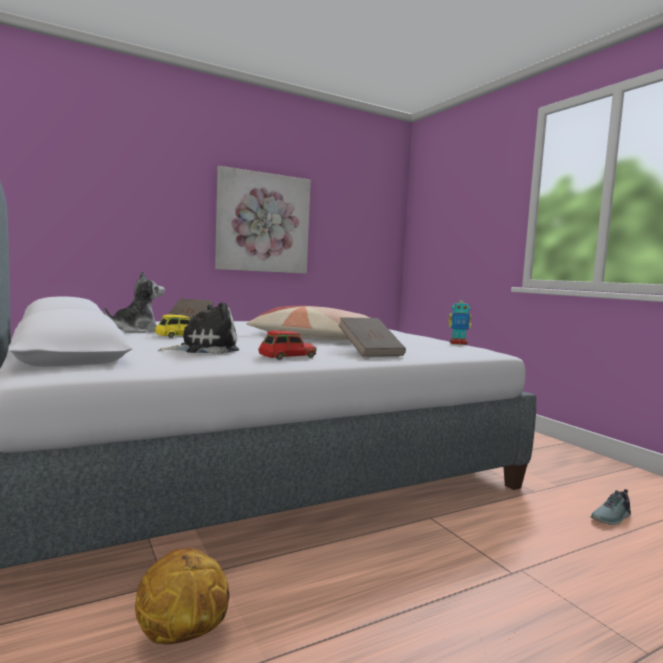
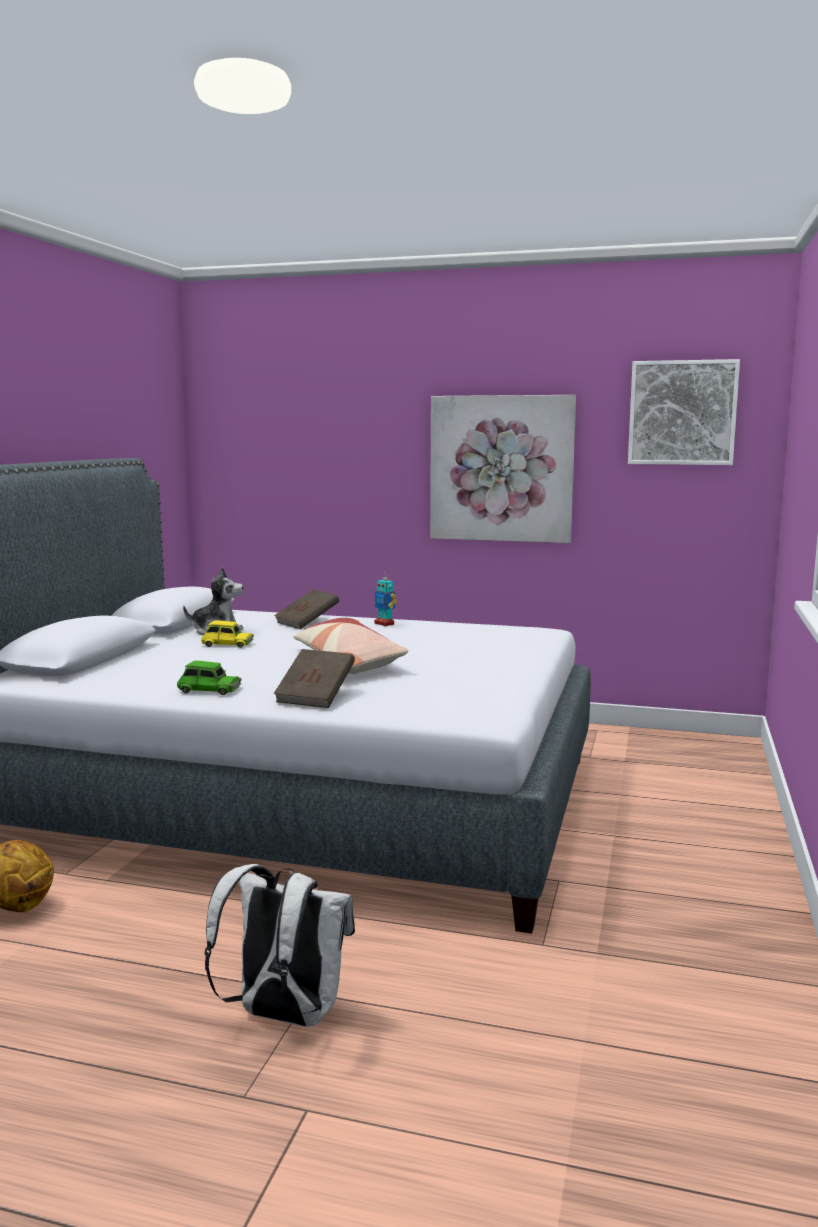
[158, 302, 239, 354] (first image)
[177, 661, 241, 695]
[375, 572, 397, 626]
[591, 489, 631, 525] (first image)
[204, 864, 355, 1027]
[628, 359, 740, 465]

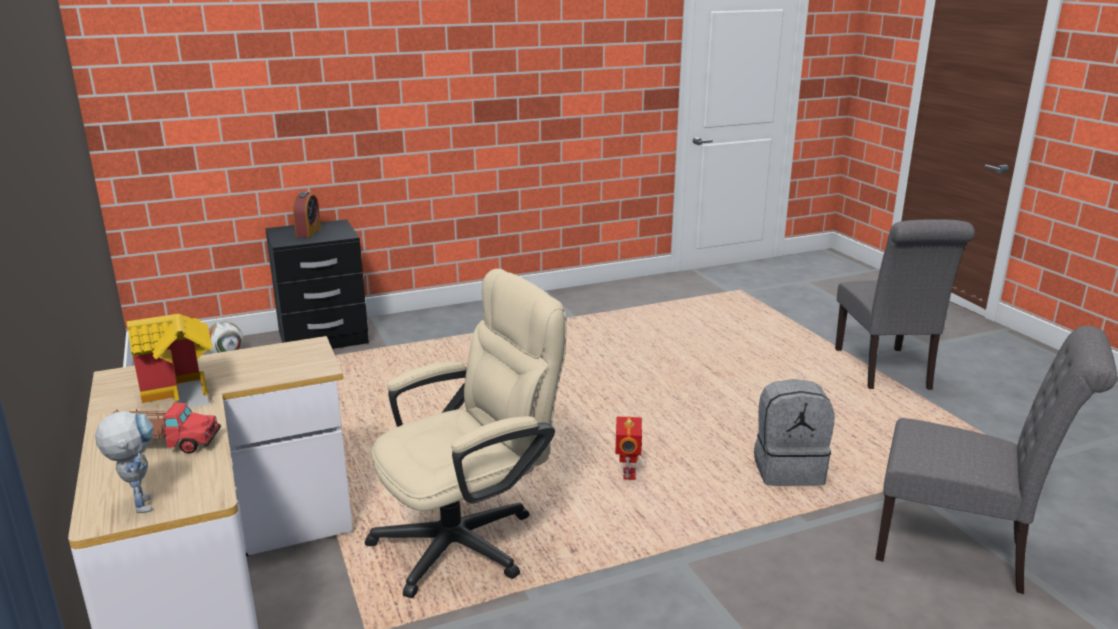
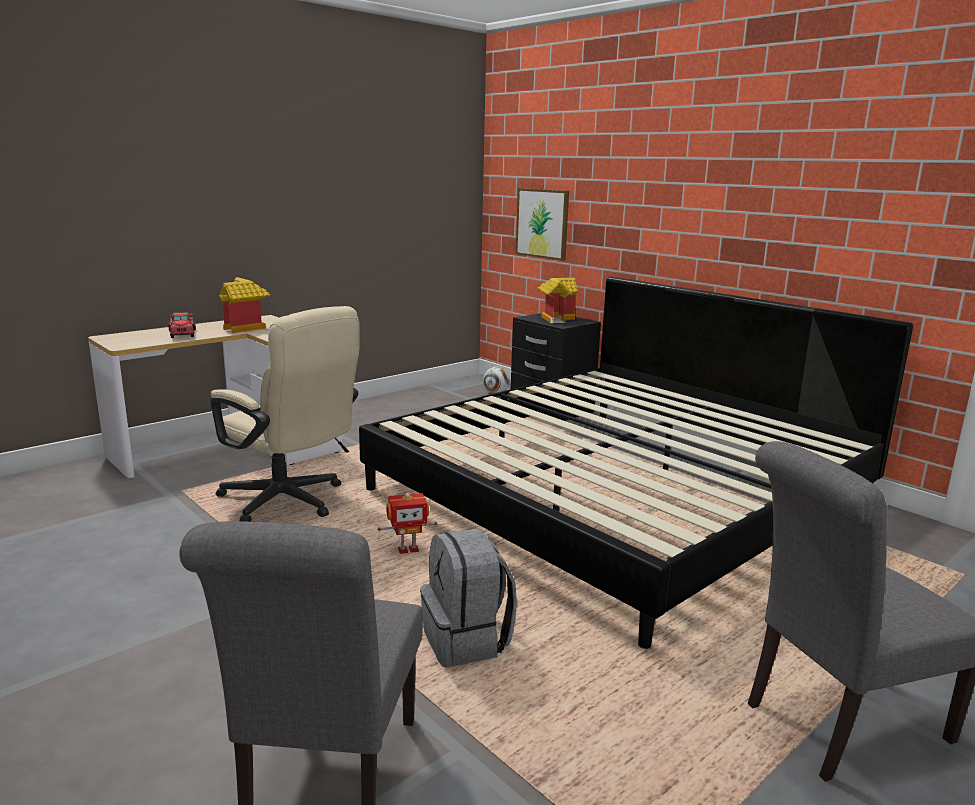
[95, 411, 154, 513] (first image)
[537, 278, 578, 323]
[359, 276, 913, 649]
[516, 188, 569, 261]

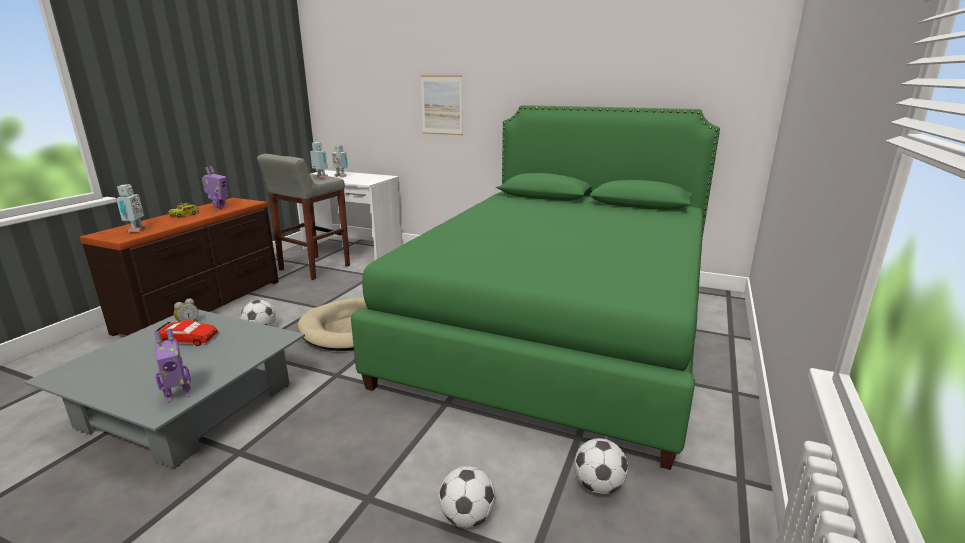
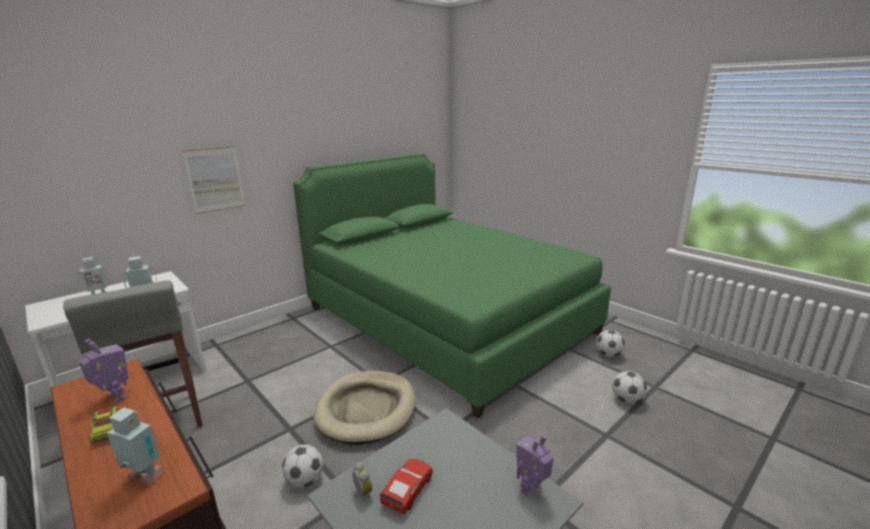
[516, 435, 553, 498]

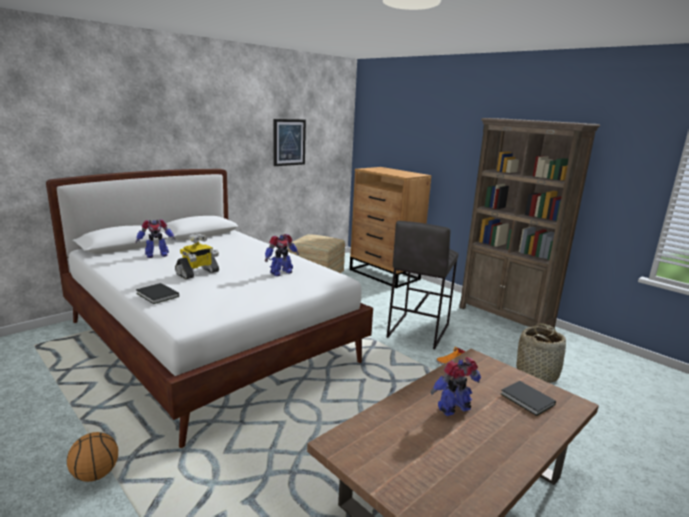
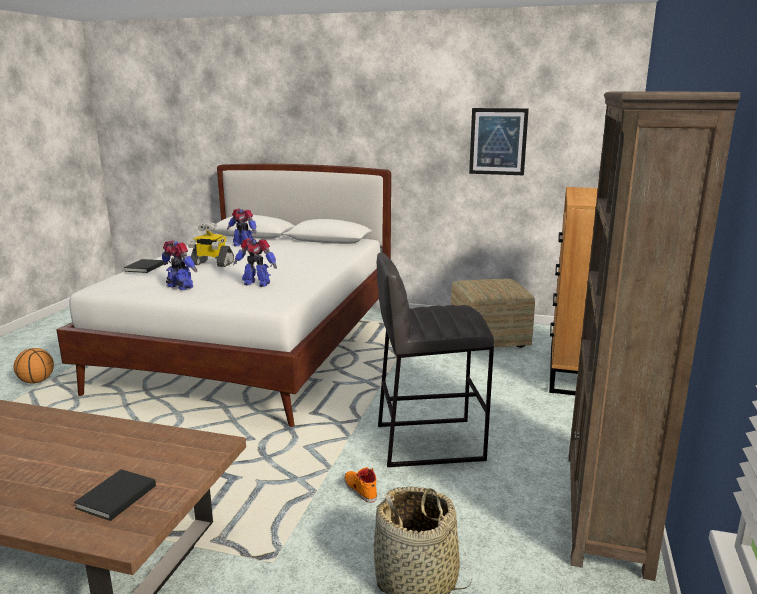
[162, 240, 197, 290]

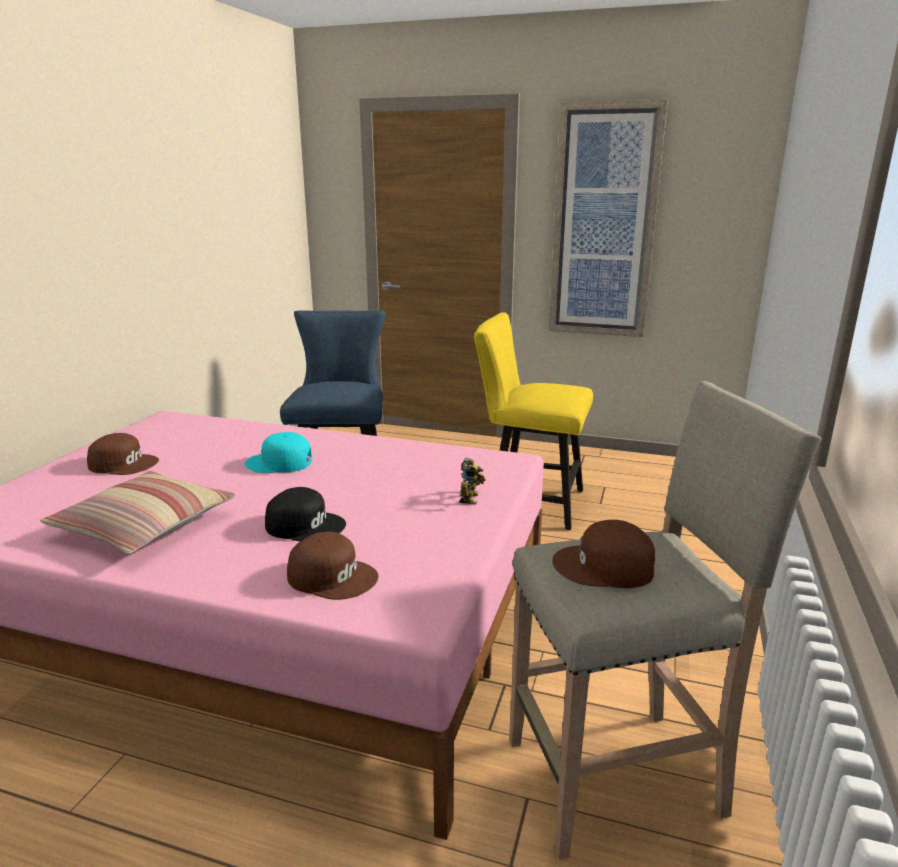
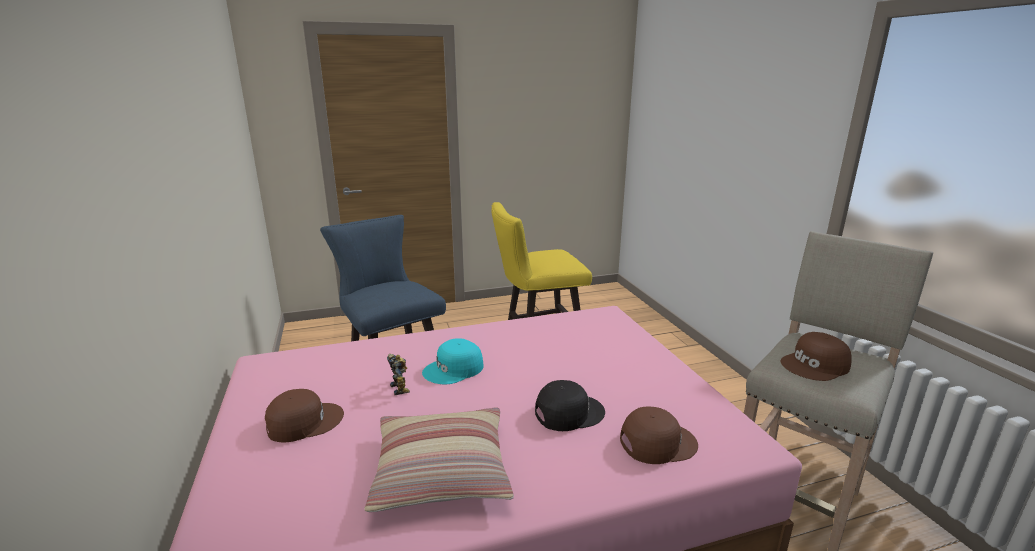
[387, 354, 410, 395]
[549, 100, 668, 337] (first image)

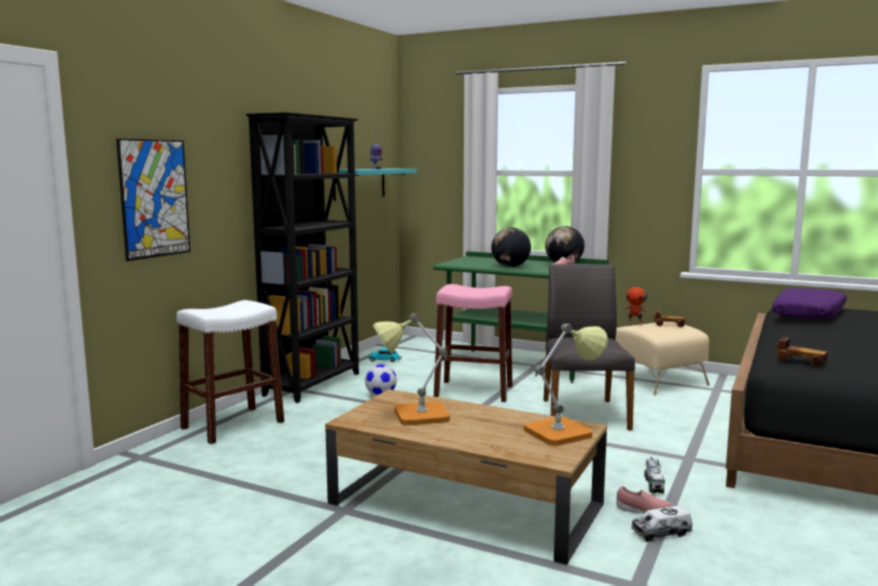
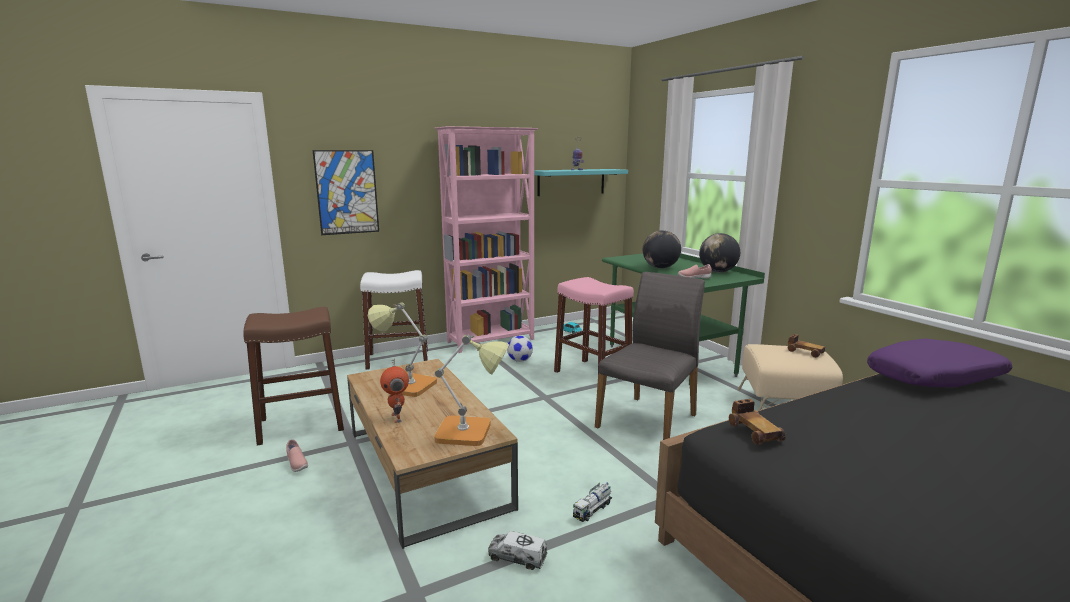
[435, 126, 538, 353]
[286, 439, 308, 472]
[380, 358, 409, 423]
[243, 307, 344, 445]

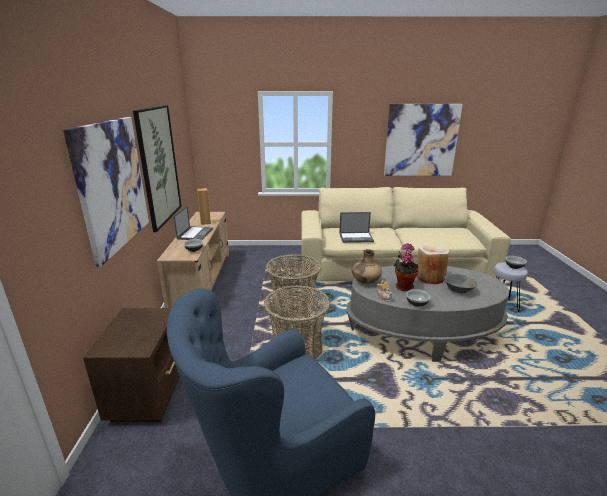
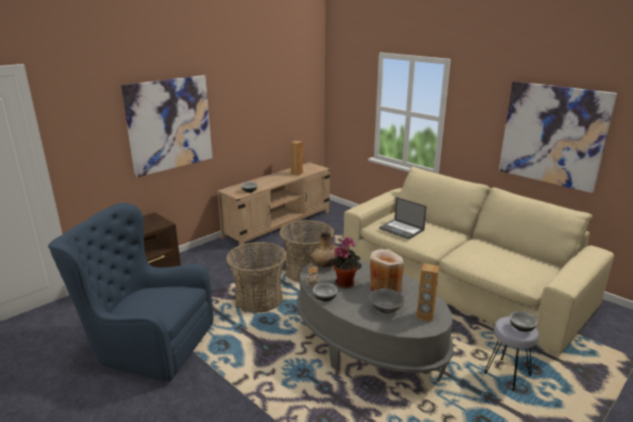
[133, 105, 182, 232] (first image)
[174, 206, 213, 240] (first image)
[416, 263, 439, 322]

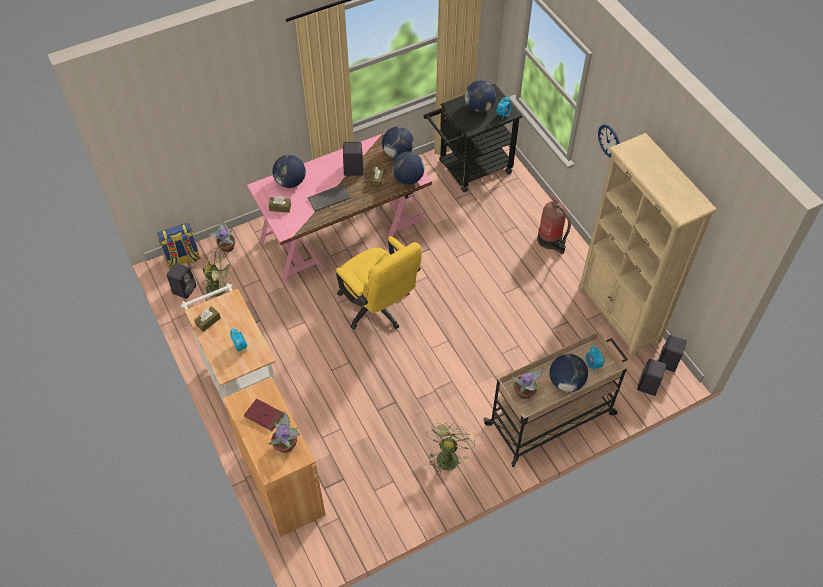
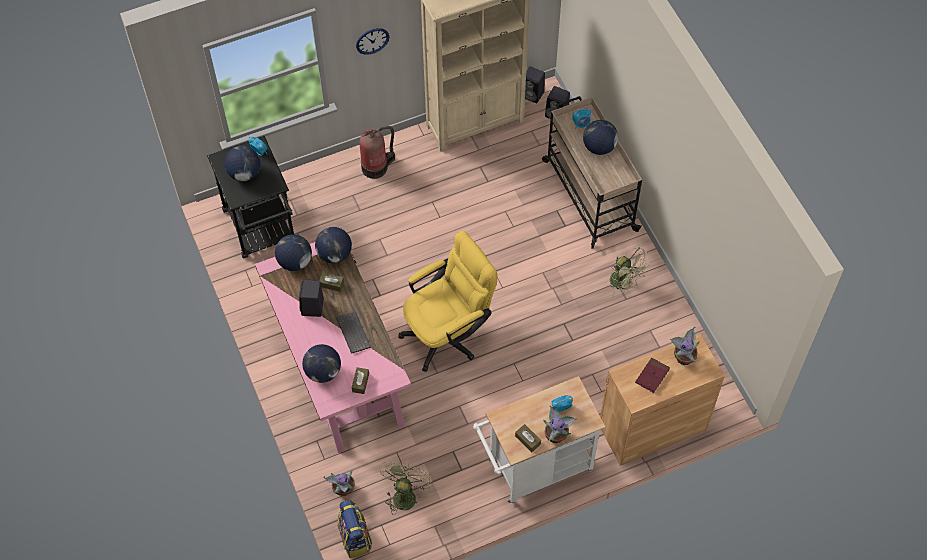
[167, 262, 196, 299] (first image)
[610, 247, 650, 296]
[543, 405, 576, 443]

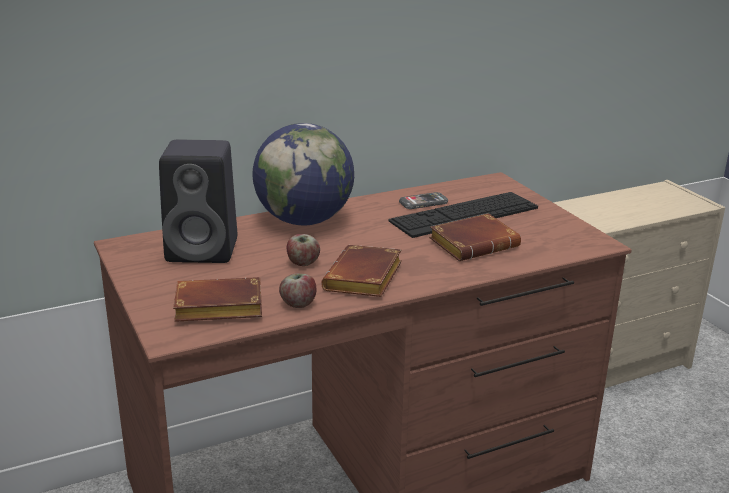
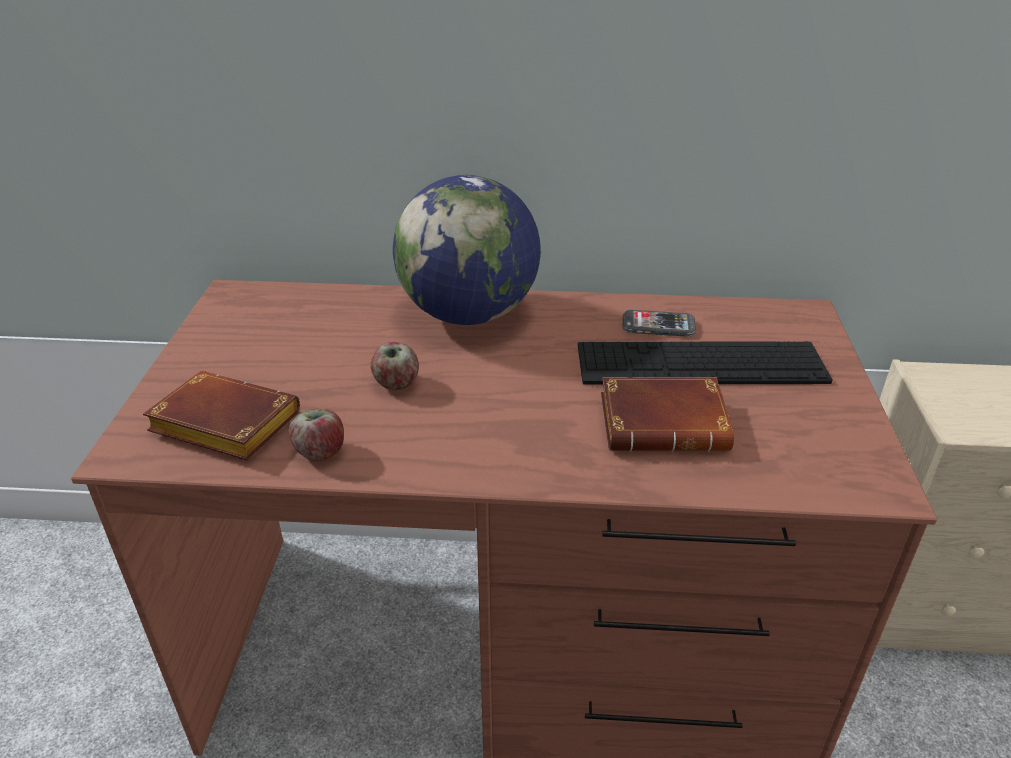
[159, 140, 237, 263] (first image)
[321, 245, 402, 297] (first image)

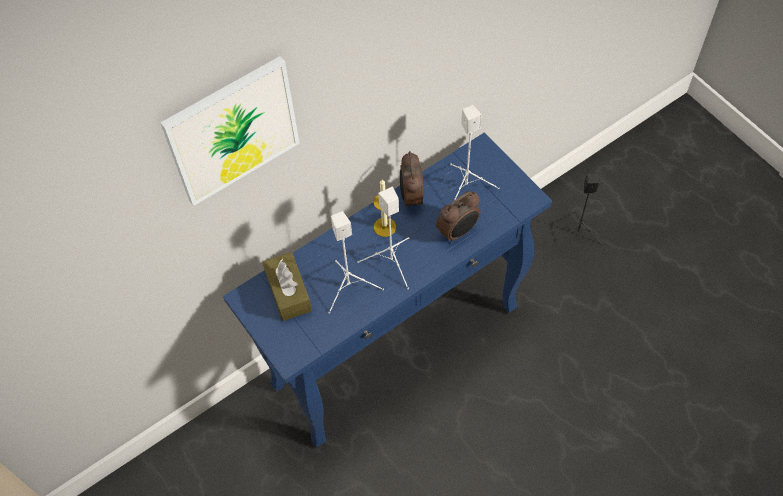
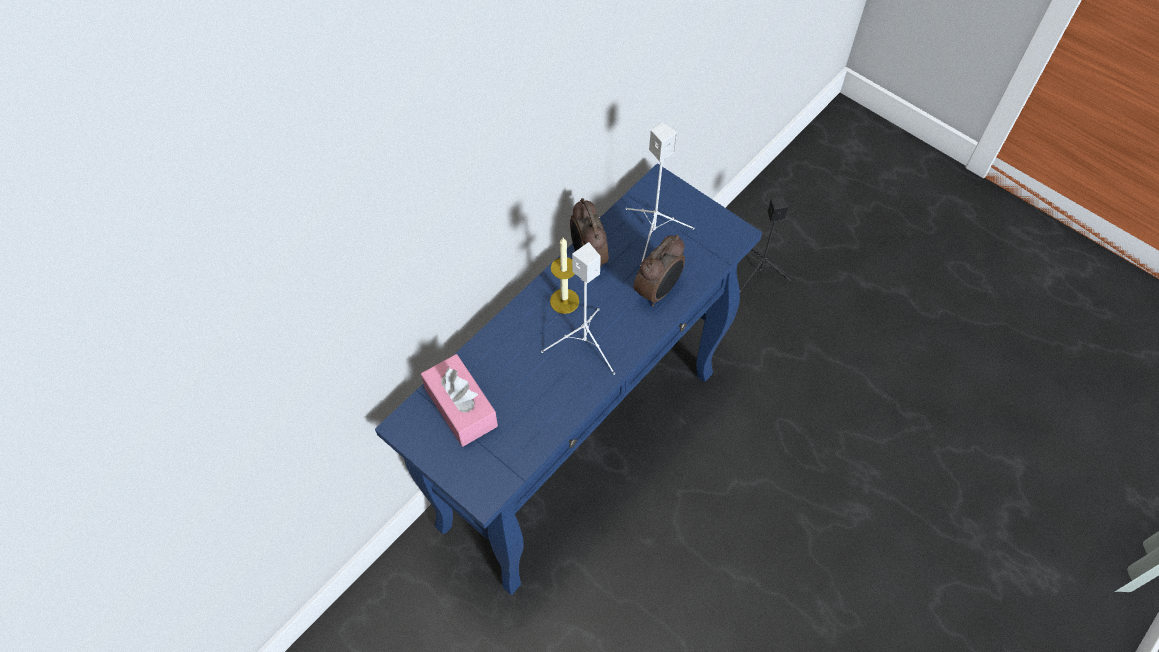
[160, 56, 300, 206] (first image)
[421, 354, 498, 447]
[328, 211, 384, 314] (first image)

